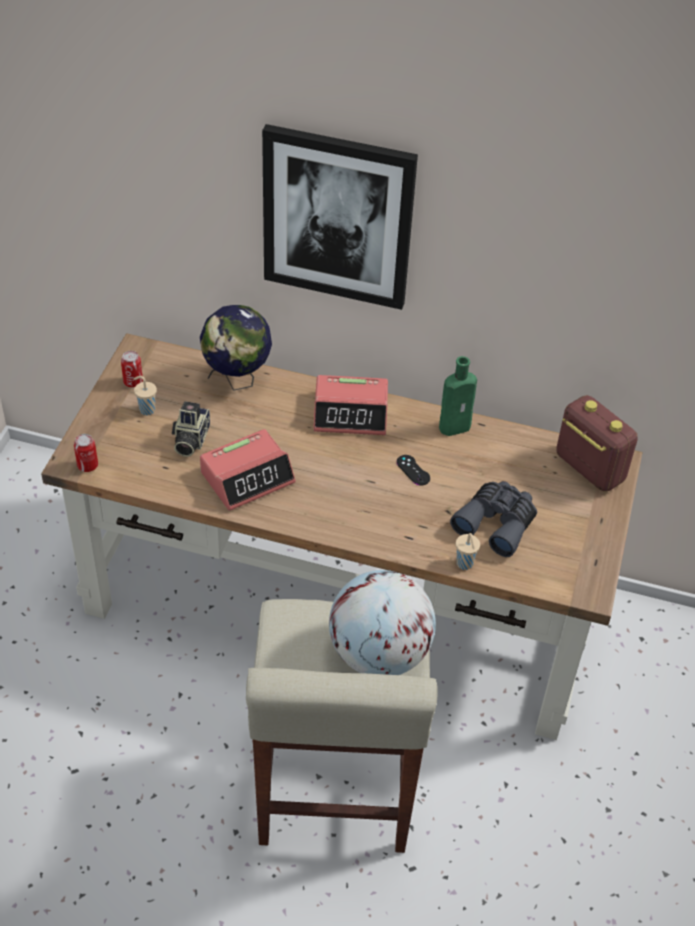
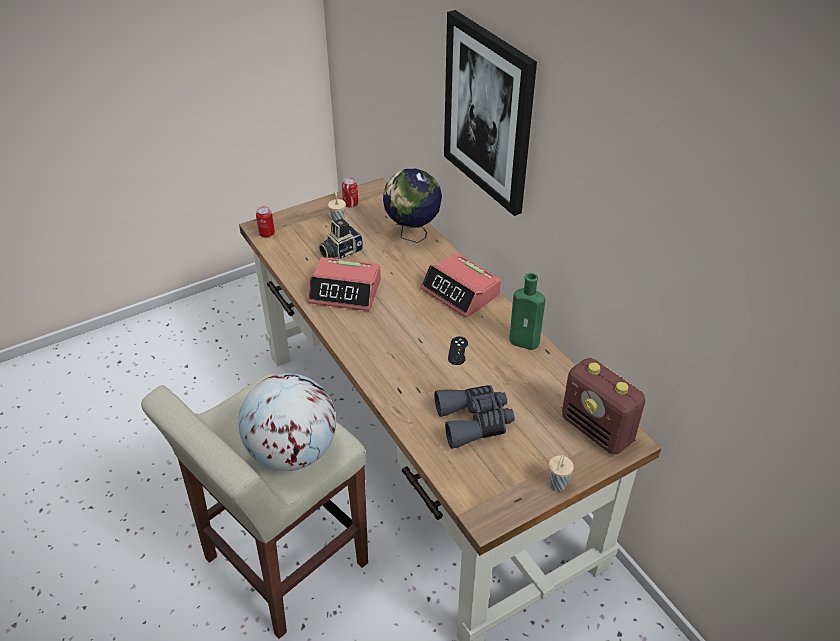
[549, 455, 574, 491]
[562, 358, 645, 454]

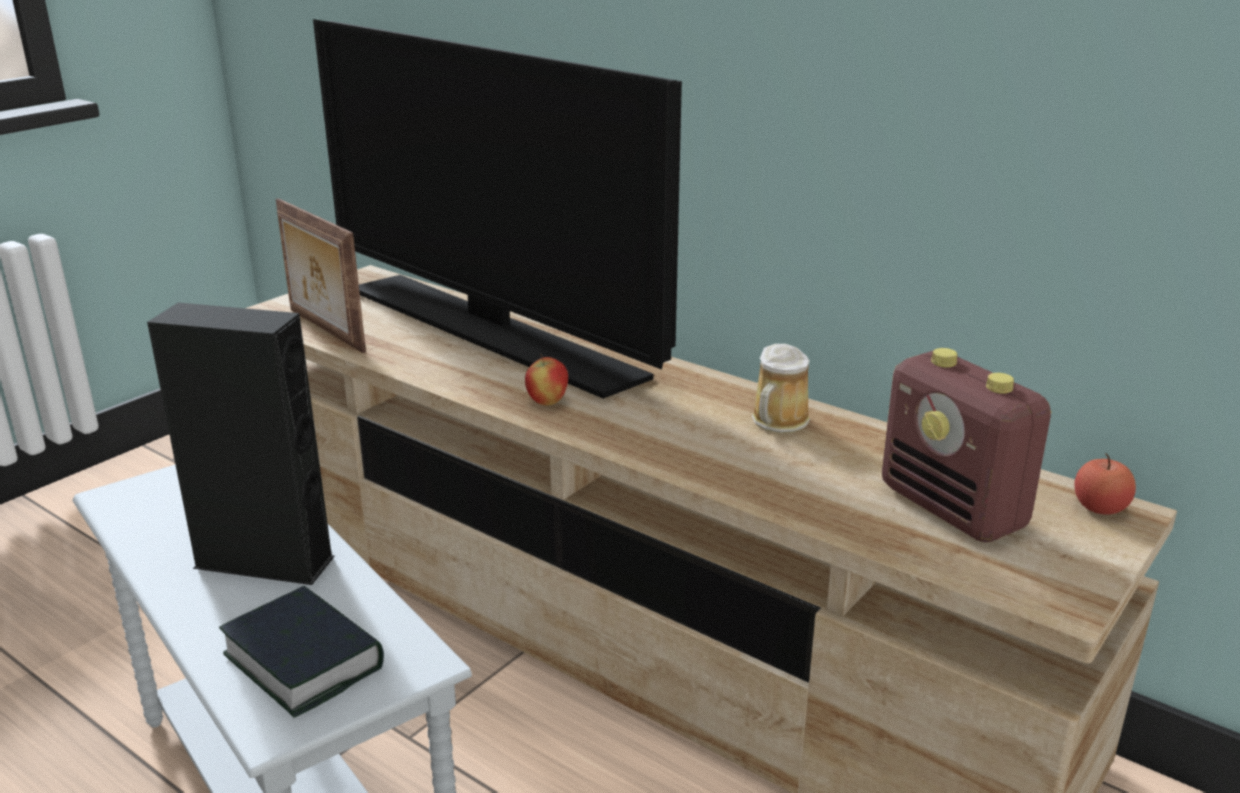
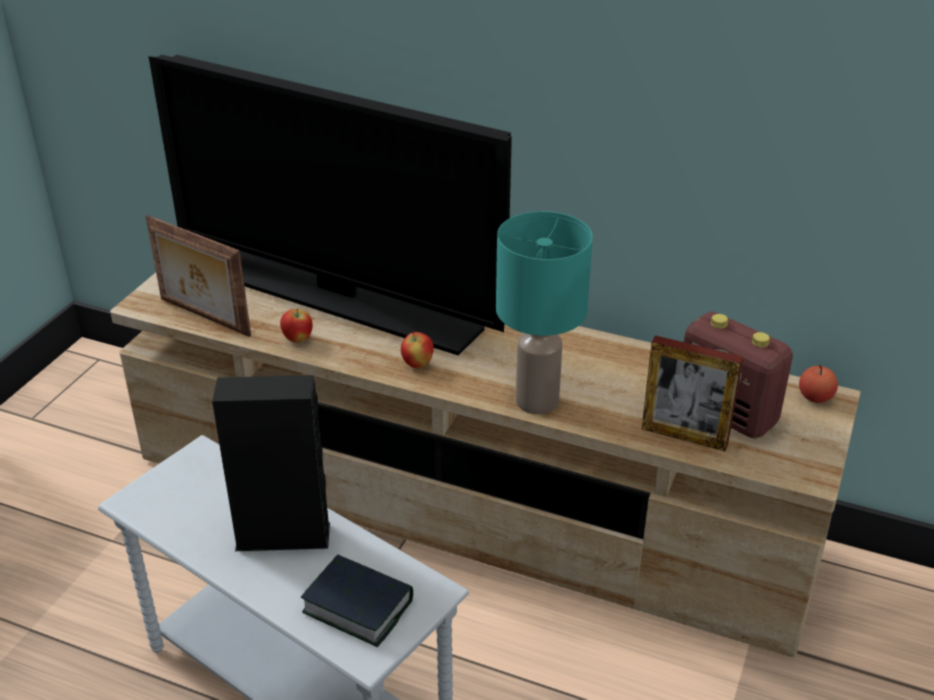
[752, 344, 810, 433] (first image)
[280, 308, 313, 343]
[496, 211, 593, 414]
[642, 335, 744, 451]

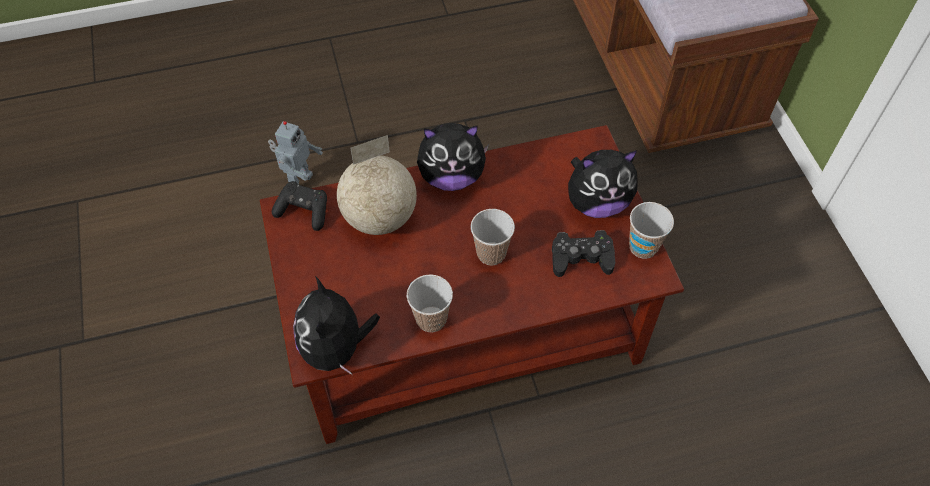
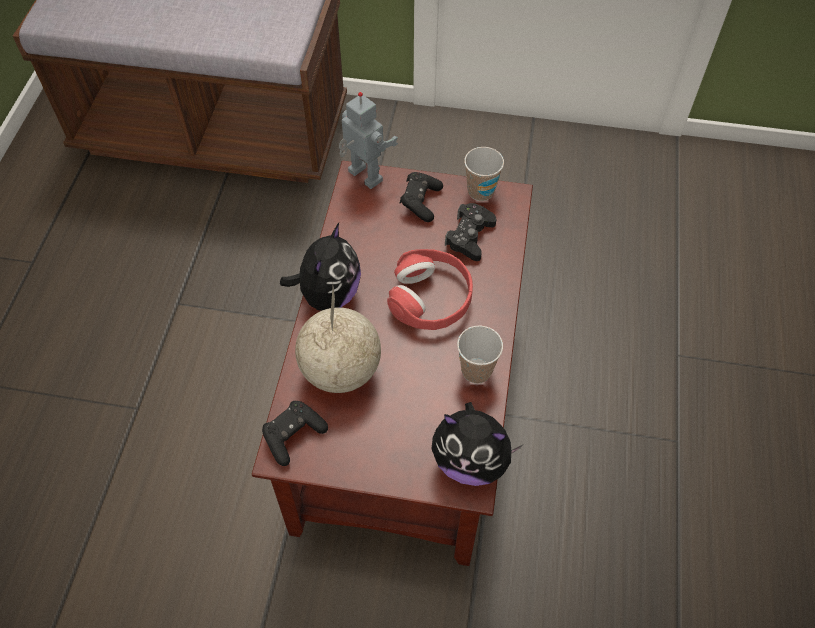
[339, 92, 398, 189]
[387, 249, 473, 330]
[400, 172, 443, 222]

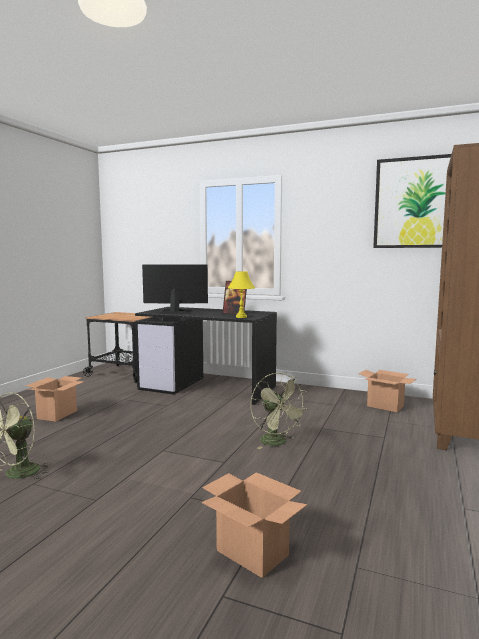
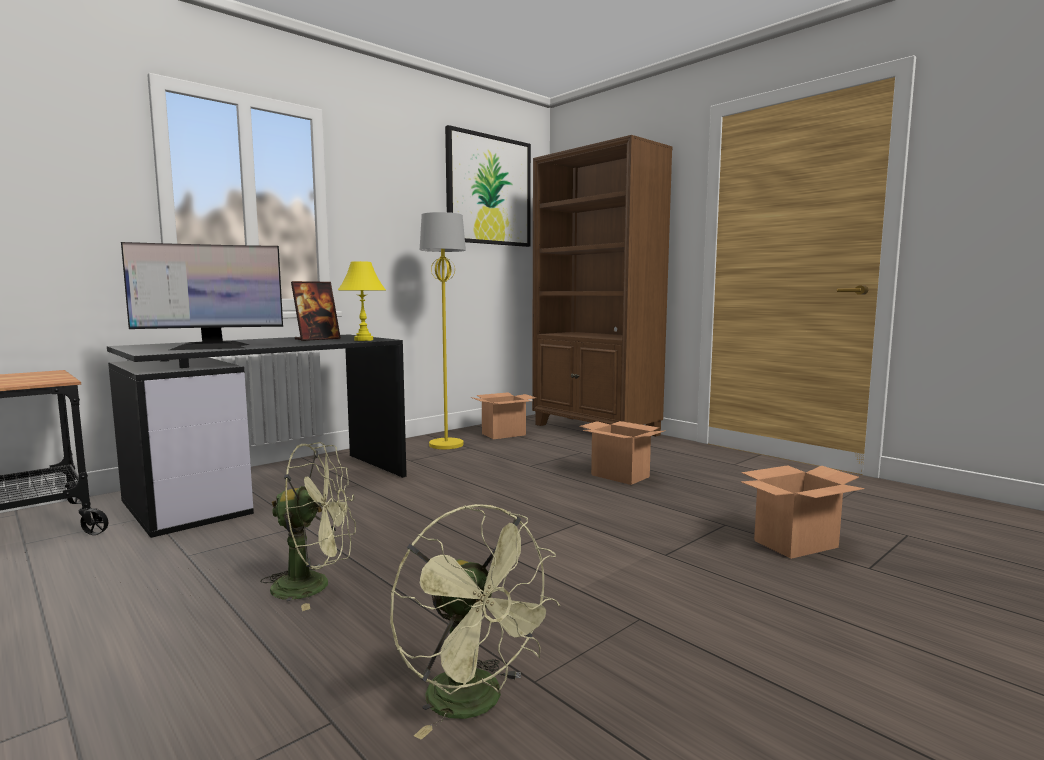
[579, 421, 666, 485]
[121, 242, 283, 350]
[260, 442, 356, 611]
[420, 212, 466, 449]

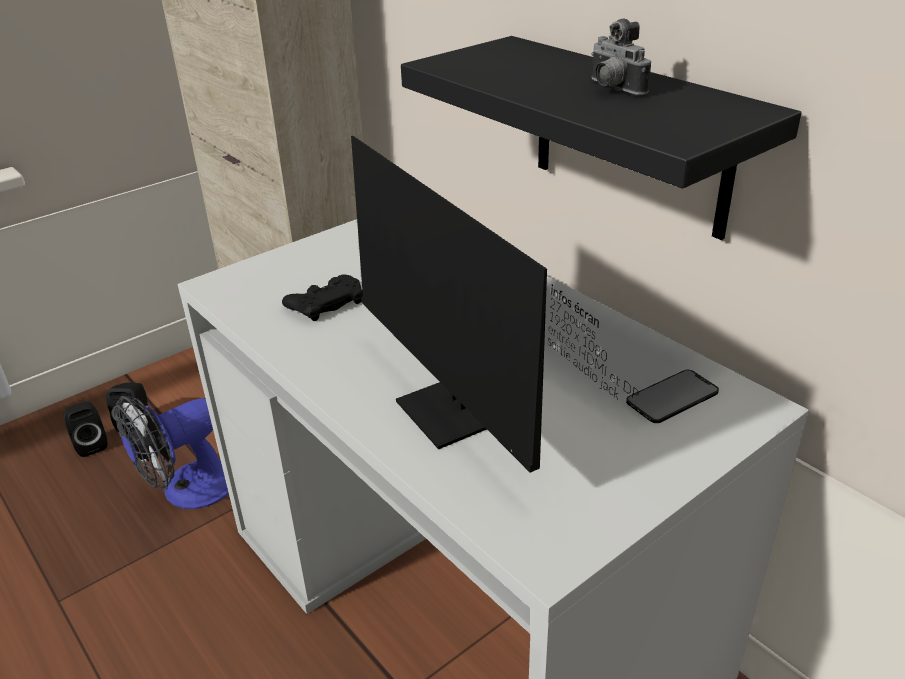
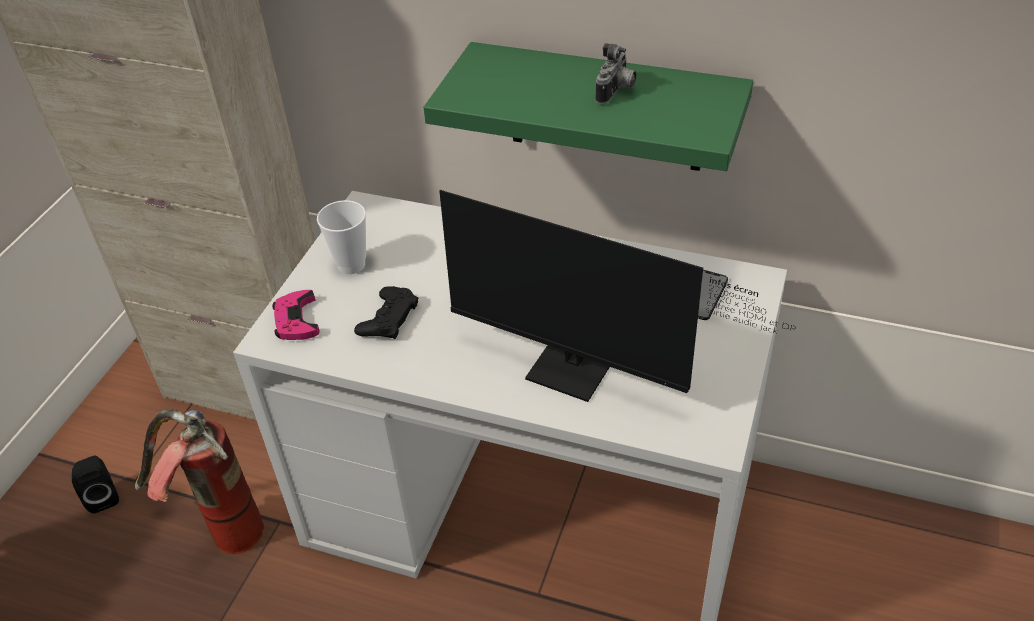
[64, 401, 107, 457] (first image)
[135, 410, 264, 554]
[423, 42, 753, 171]
[596, 43, 636, 104]
[272, 290, 320, 340]
[317, 200, 366, 274]

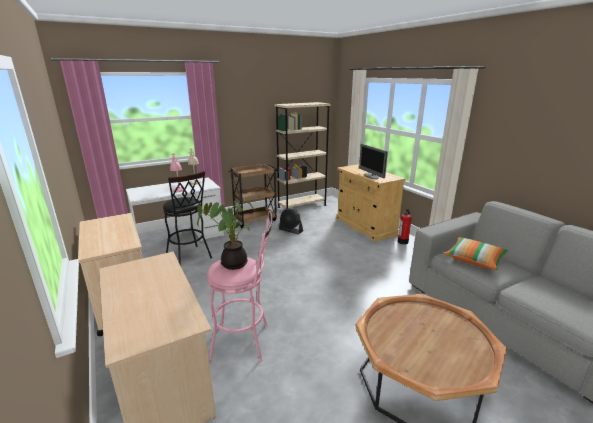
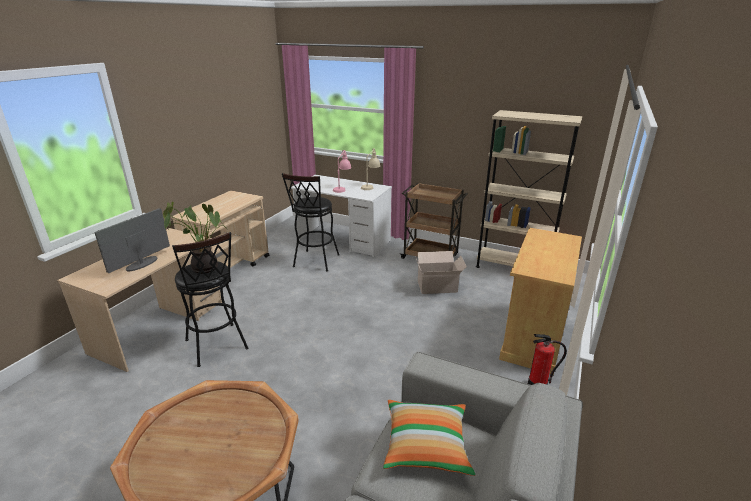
[172, 232, 248, 367]
[415, 251, 467, 294]
[94, 208, 170, 273]

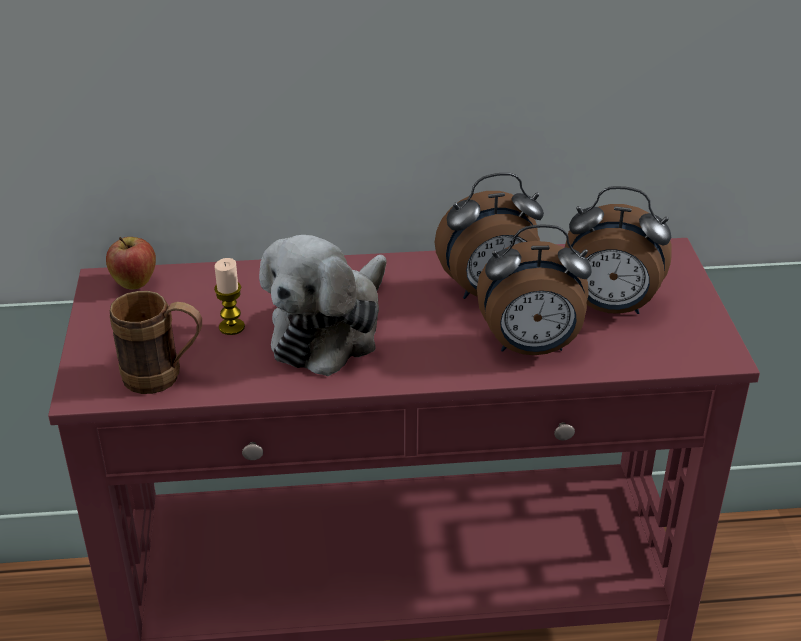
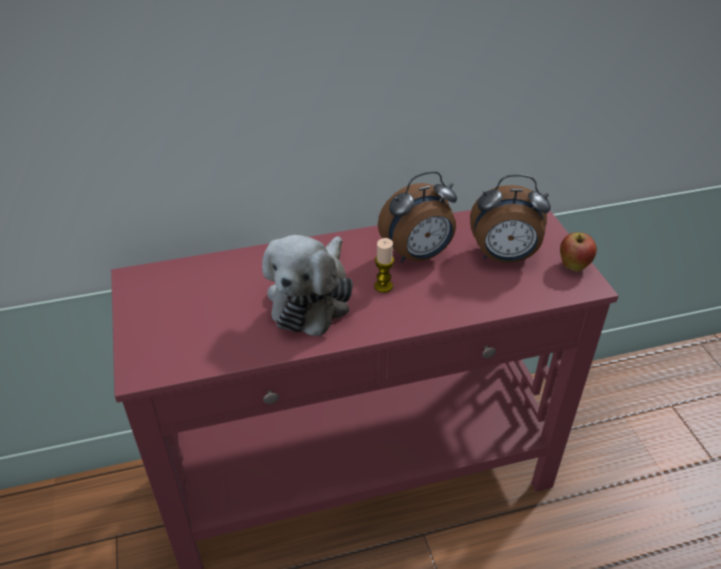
[560, 232, 597, 271]
[110, 291, 202, 394] (first image)
[374, 238, 394, 293]
[477, 224, 592, 355] (first image)

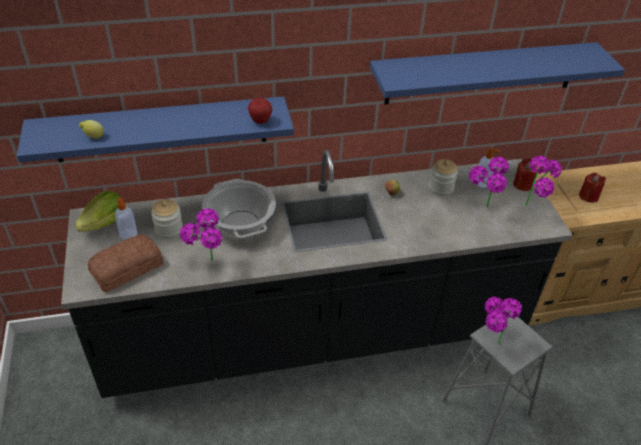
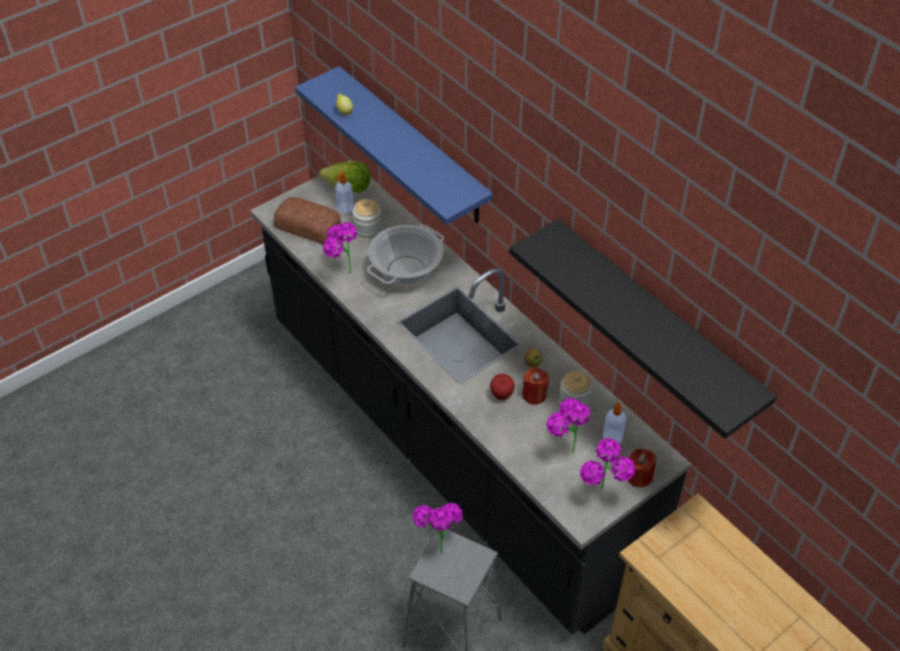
[490, 374, 515, 400]
[509, 219, 777, 439]
[522, 367, 549, 404]

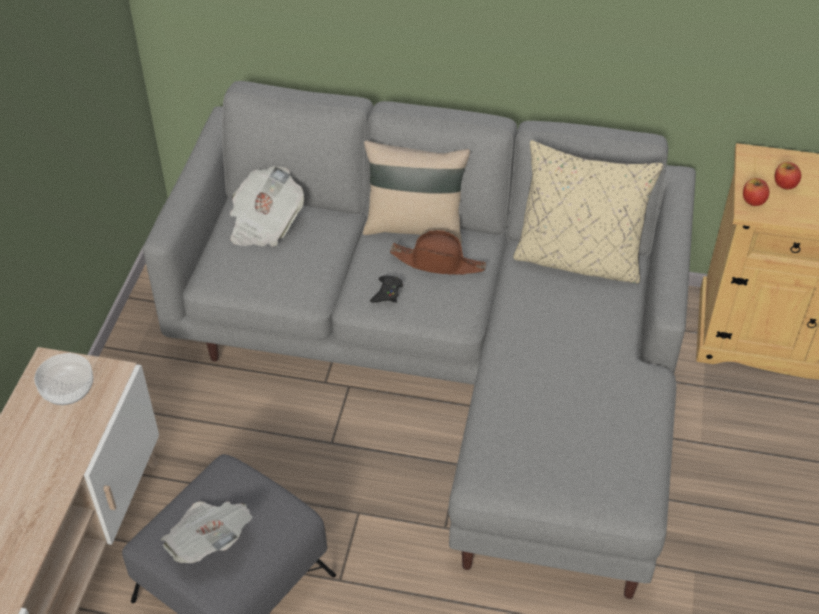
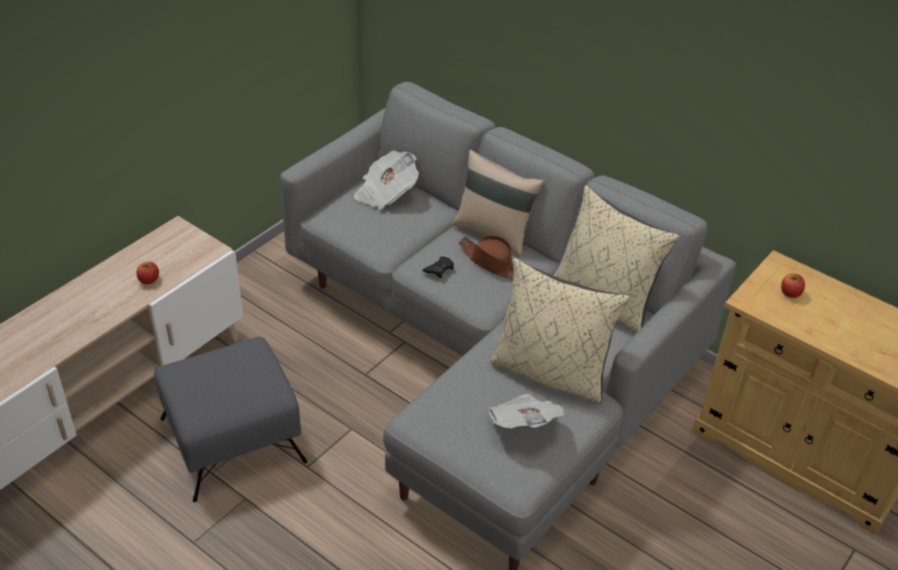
[34, 353, 93, 405] (first image)
[489, 394, 564, 428]
[136, 261, 159, 284]
[491, 258, 630, 404]

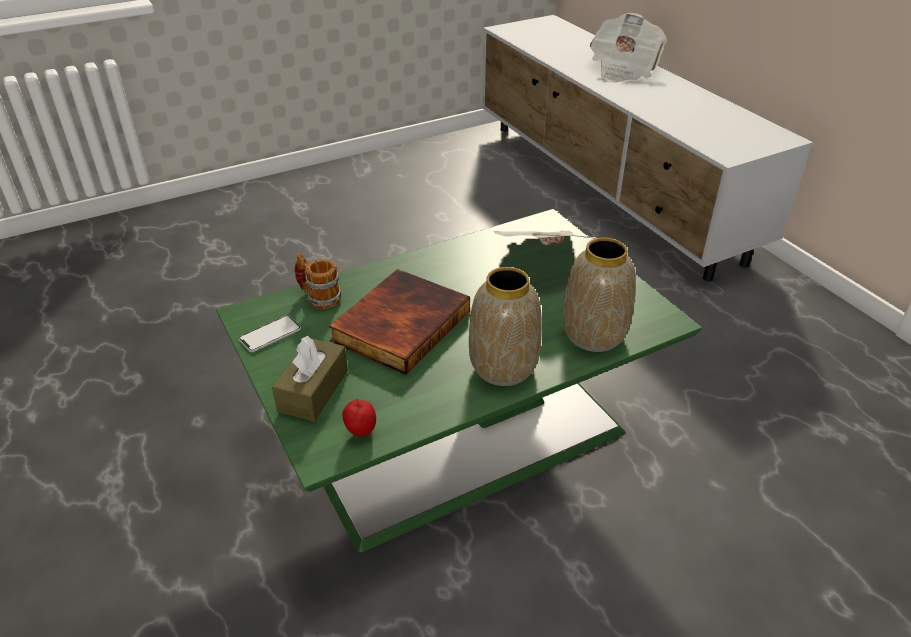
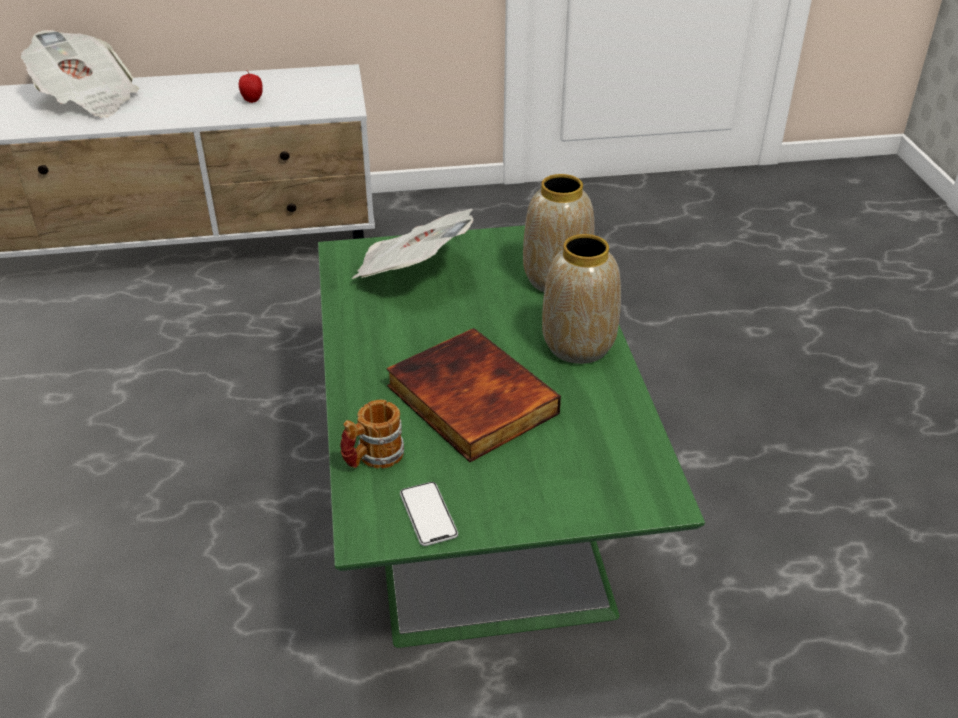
[272, 336, 348, 421] (first image)
[239, 70, 263, 103]

